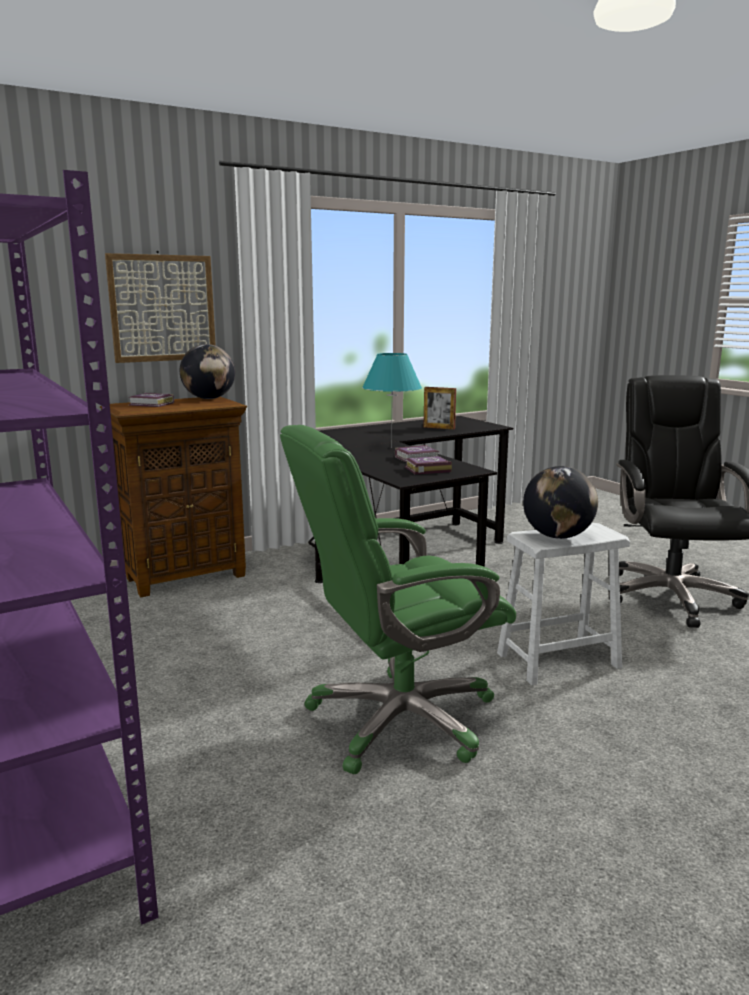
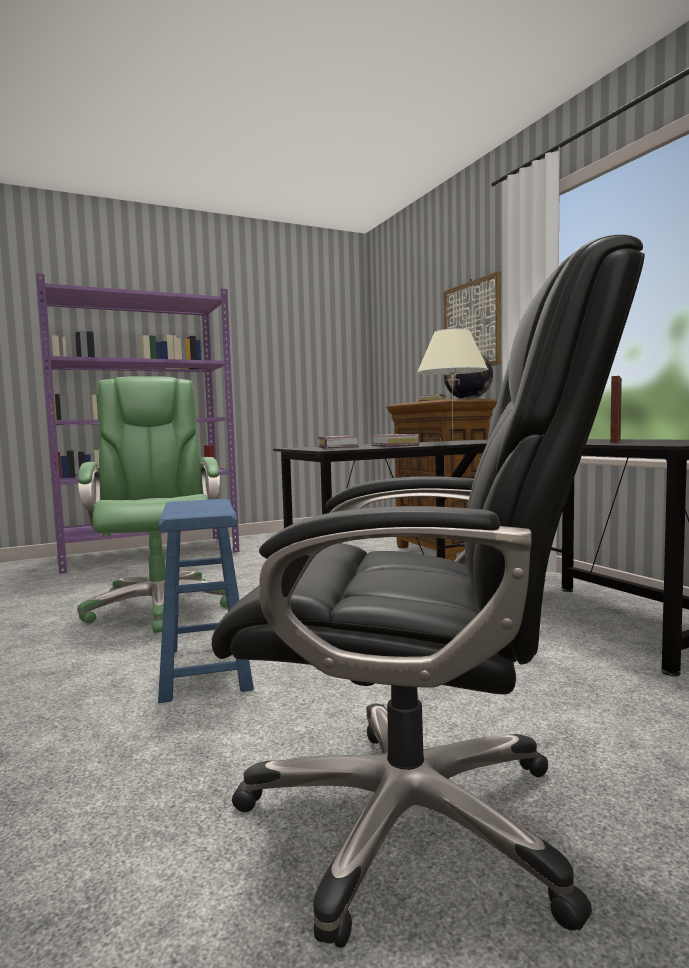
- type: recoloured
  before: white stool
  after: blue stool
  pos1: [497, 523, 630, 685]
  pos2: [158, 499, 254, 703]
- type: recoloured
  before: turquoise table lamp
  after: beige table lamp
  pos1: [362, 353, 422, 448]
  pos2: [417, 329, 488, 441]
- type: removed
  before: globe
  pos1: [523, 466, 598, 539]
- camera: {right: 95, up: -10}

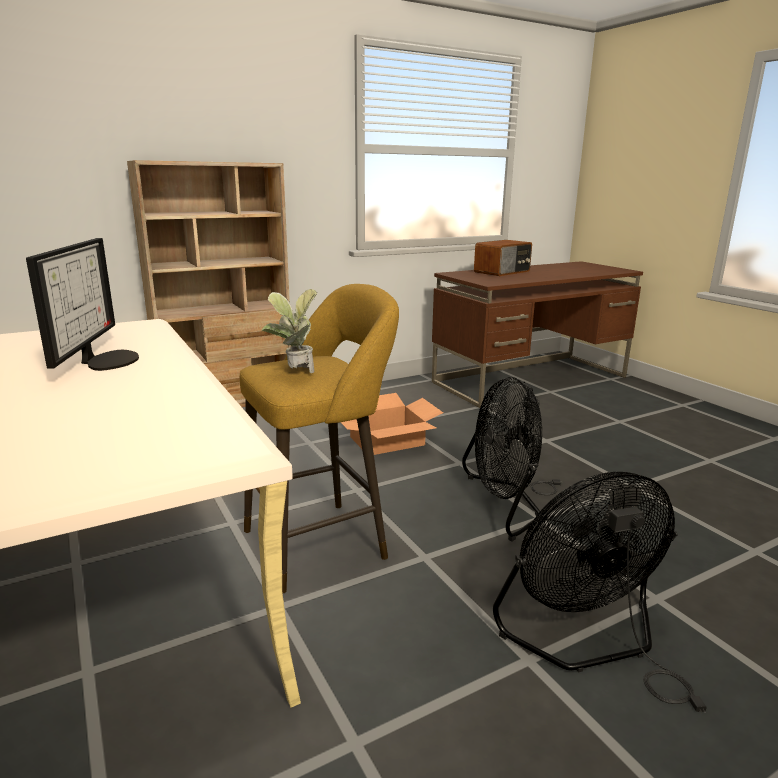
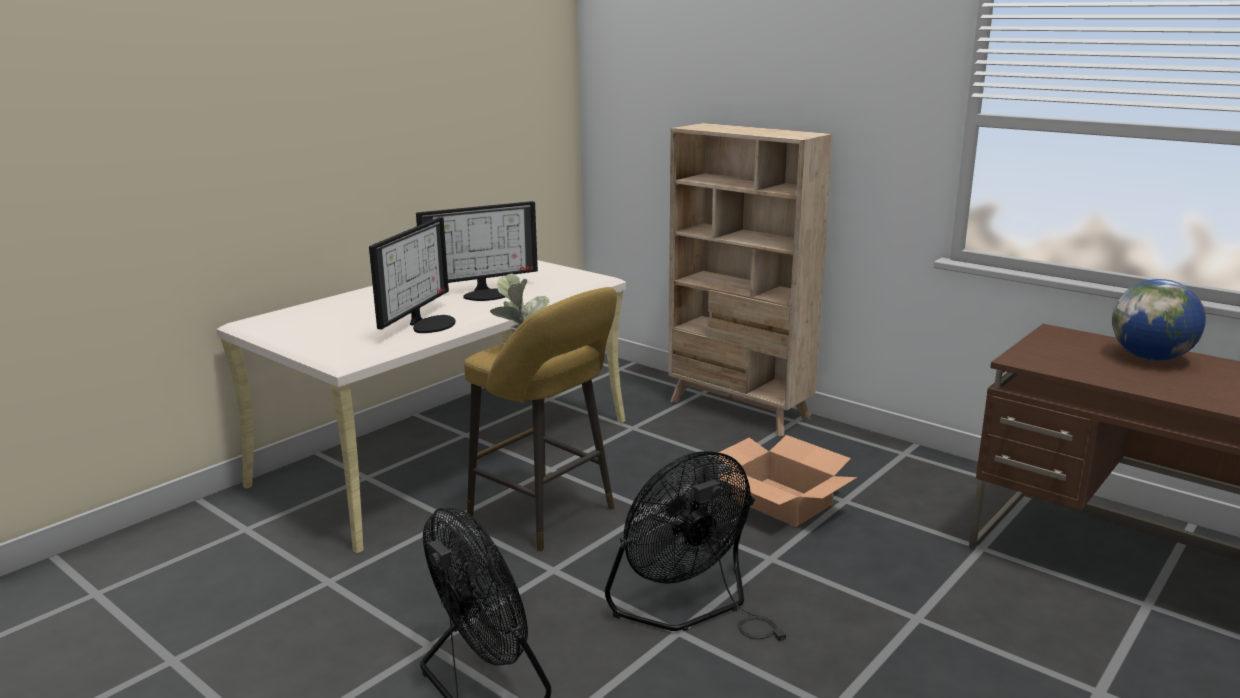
- type: added
  after: monitor
  pos2: [369, 217, 455, 333]
- type: replaced
  before: radio
  after: globe
  pos1: [474, 240, 532, 276]
  pos2: [1112, 279, 1206, 361]
- camera: {right: 70, up: 0}

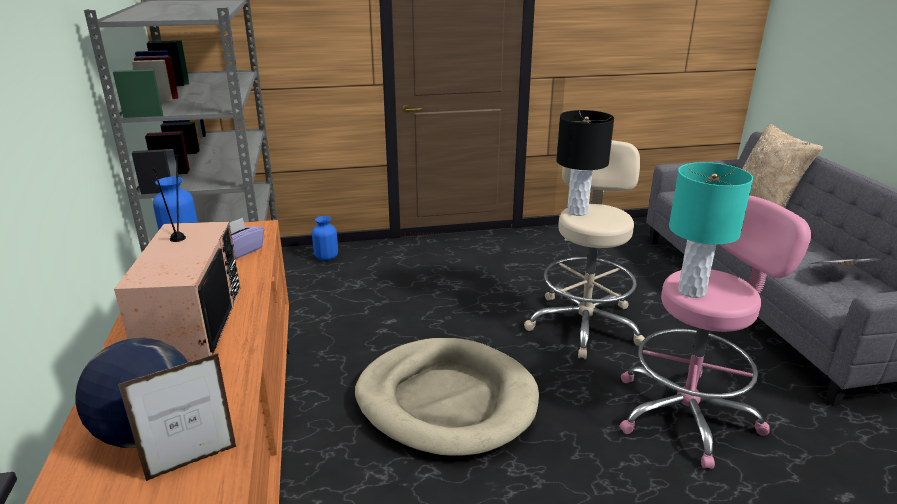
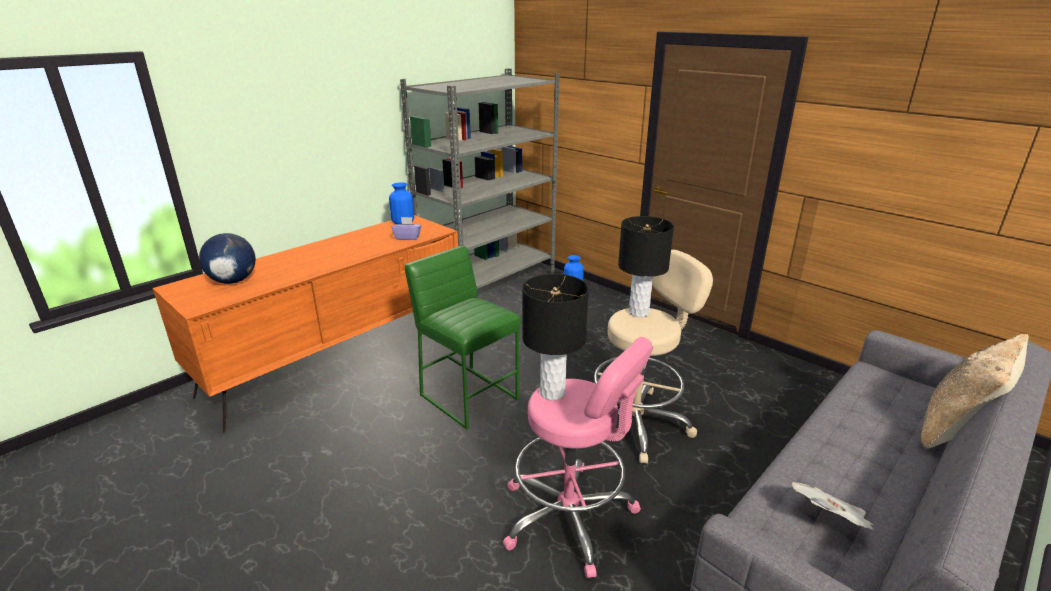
- type: replaced
  before: beige dog bed
  after: green stool
  pos1: [355, 338, 539, 458]
  pos2: [405, 246, 521, 429]
- type: recoloured
  before: turquoise table lamp
  after: black table lamp
  pos1: [669, 162, 753, 298]
  pos2: [522, 274, 589, 400]
- type: removed
  before: television
  pos1: [114, 155, 240, 362]
- type: removed
  before: picture frame
  pos1: [118, 353, 237, 481]
- camera: {right: 55, up: 0}

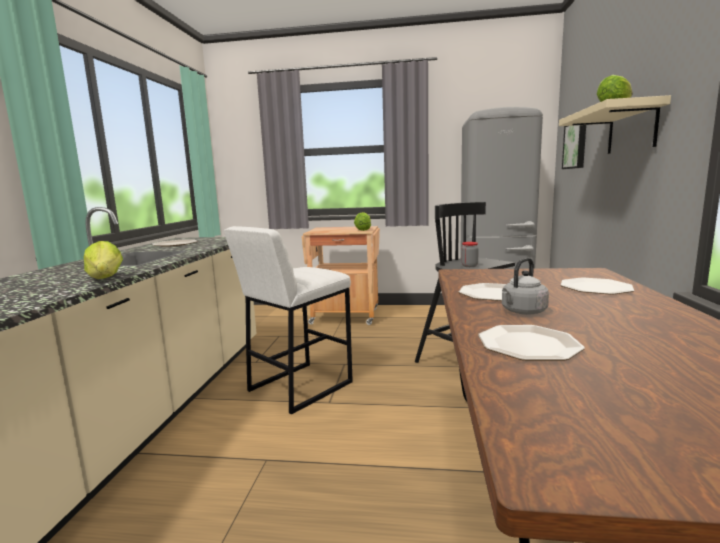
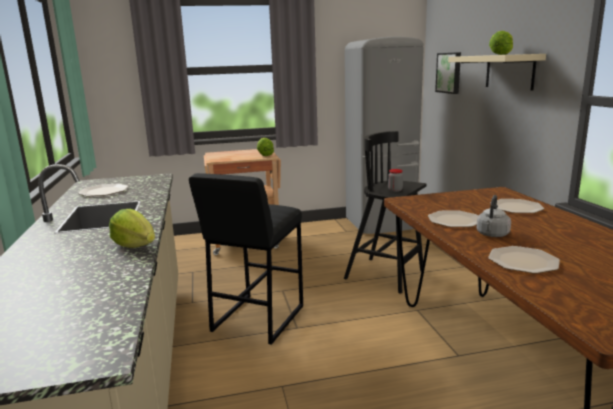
- type: recoloured
  before: white stool
  after: black stool
  pos1: [224, 226, 353, 415]
  pos2: [189, 173, 303, 345]
- camera: {right: -20, up: 5}

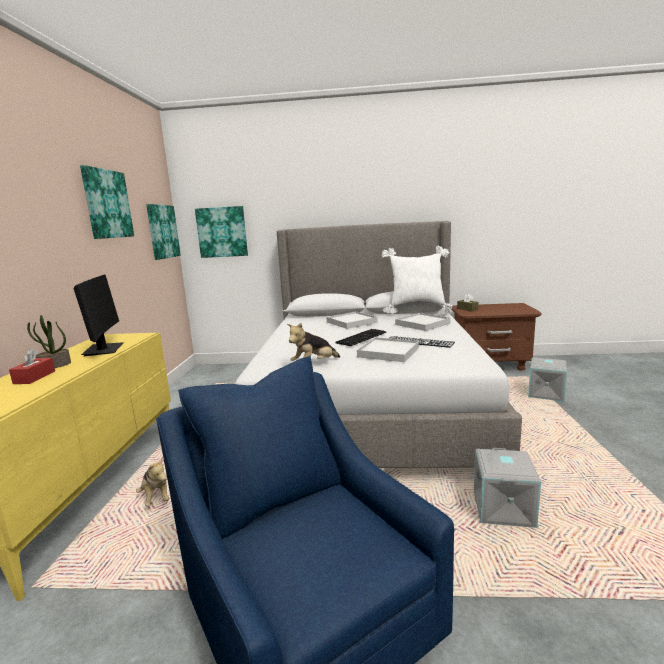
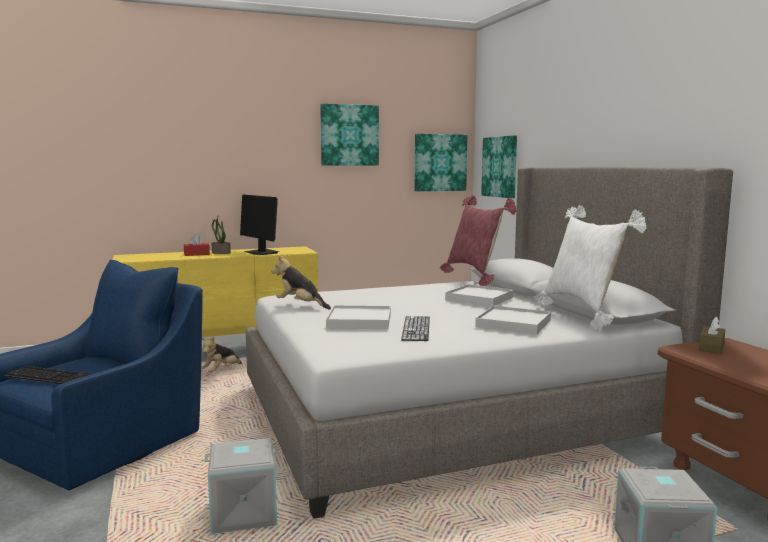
- type: moved
  before: keyboard
  pos1: [336, 329, 386, 346]
  pos2: [4, 366, 91, 384]
- type: turned
  before: monitor
  pos1: [73, 275, 124, 356]
  pos2: [240, 194, 279, 255]
  turn: 90
- type: added
  after: red pillow
  pos2: [440, 196, 517, 286]
- camera: {right: 65, up: -5}

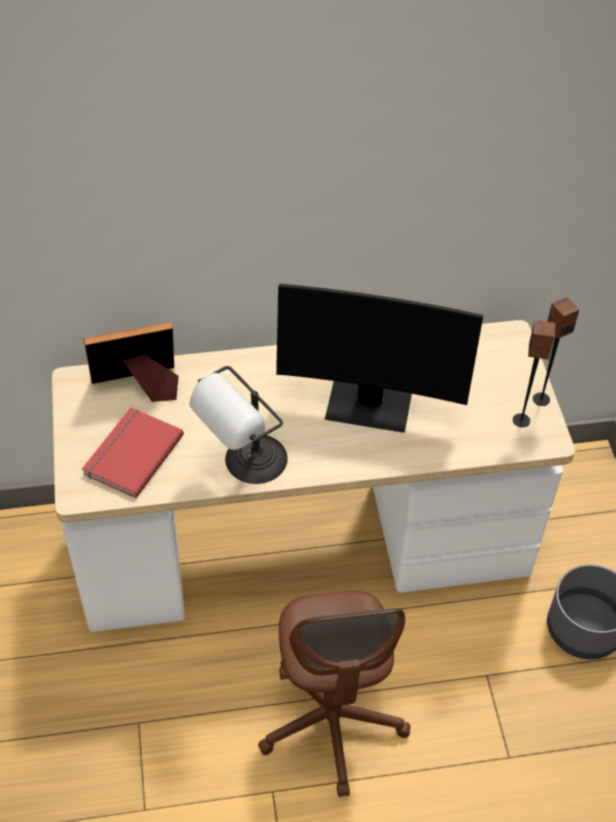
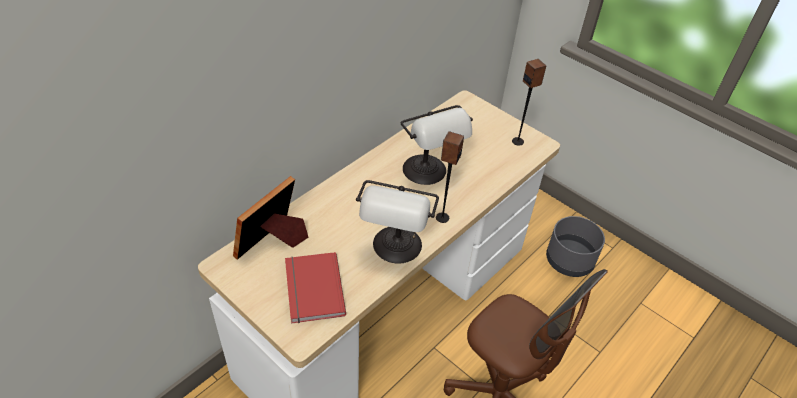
- type: replaced
  before: monitor
  after: table lamp
  pos1: [276, 284, 483, 433]
  pos2: [401, 105, 473, 185]
- type: moved
  before: speaker
  pos1: [533, 297, 579, 406]
  pos2: [436, 131, 464, 223]
- camera: {right: -40, up: -5}

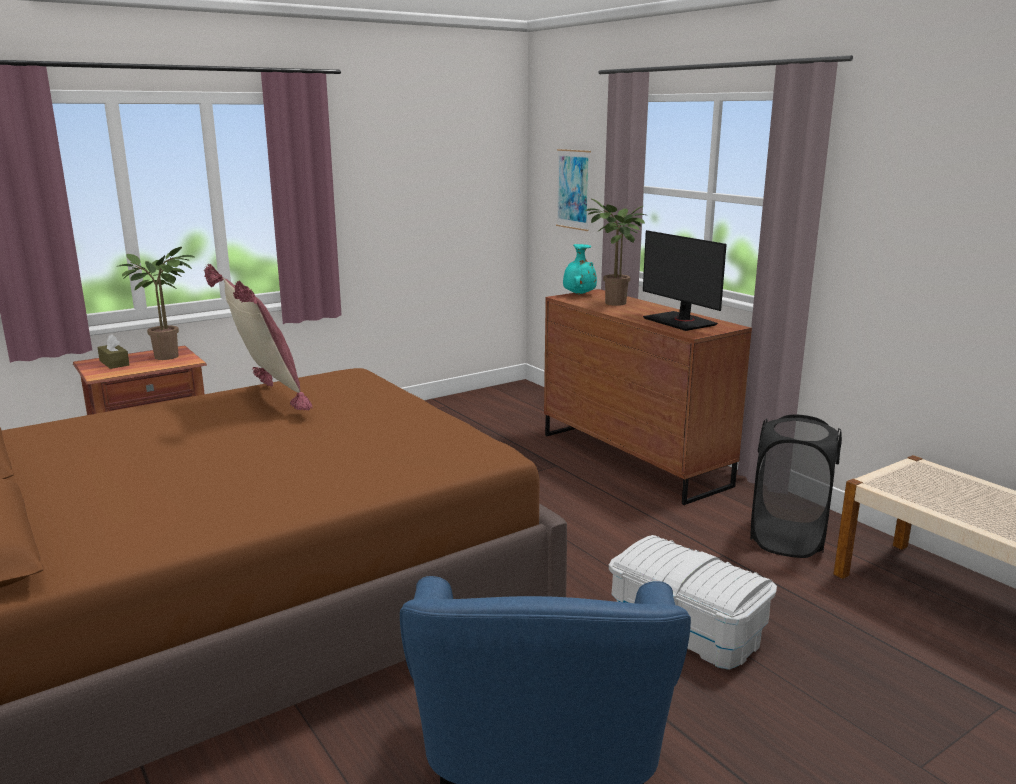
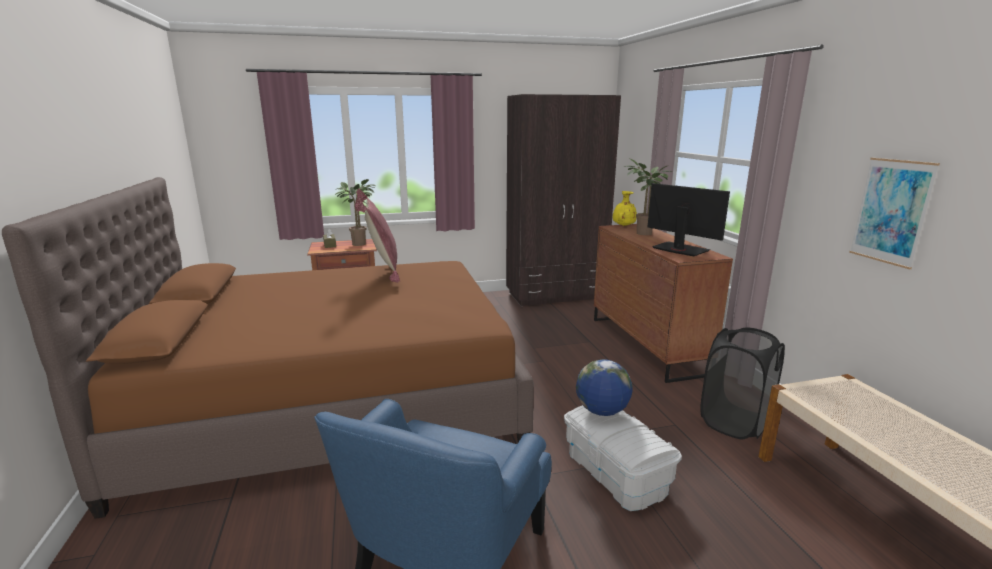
- type: added
  after: brown wardrobe
  pos2: [506, 94, 621, 306]
- type: added
  after: globe
  pos2: [576, 359, 633, 416]
- type: recoloured
  before: turquoise vase
  after: yellow vase
  pos1: [563, 244, 597, 295]
  pos2: [613, 191, 637, 226]
- type: turned
  before: monitor
  pos1: [643, 230, 727, 331]
  pos2: [647, 183, 730, 256]
  turn: 150
- type: moved
  before: picture
  pos1: [556, 149, 591, 231]
  pos2: [849, 158, 940, 269]
- camera: {right: 20, up: 0}

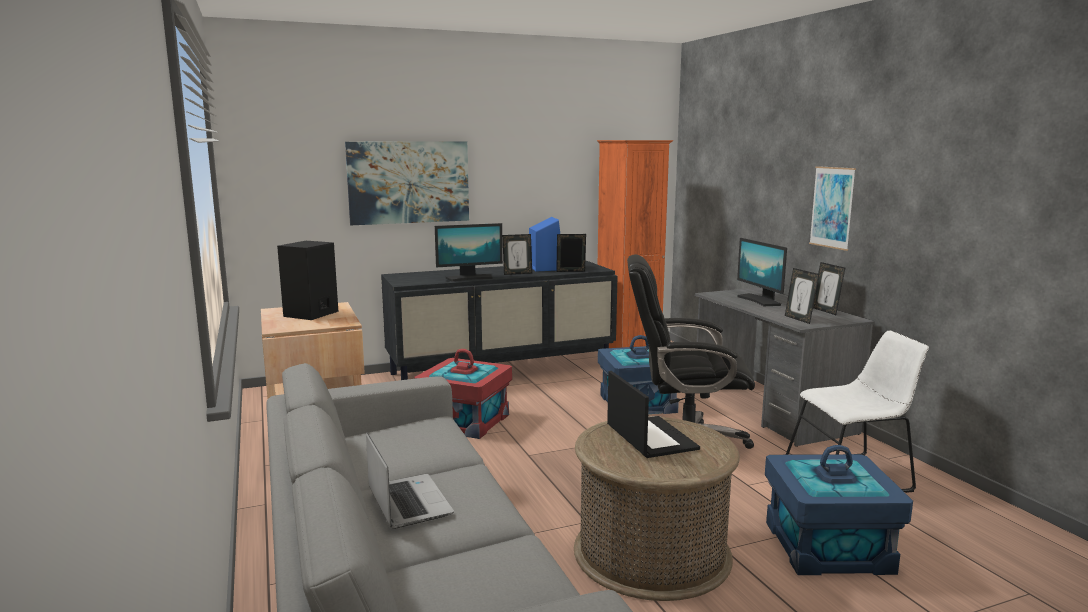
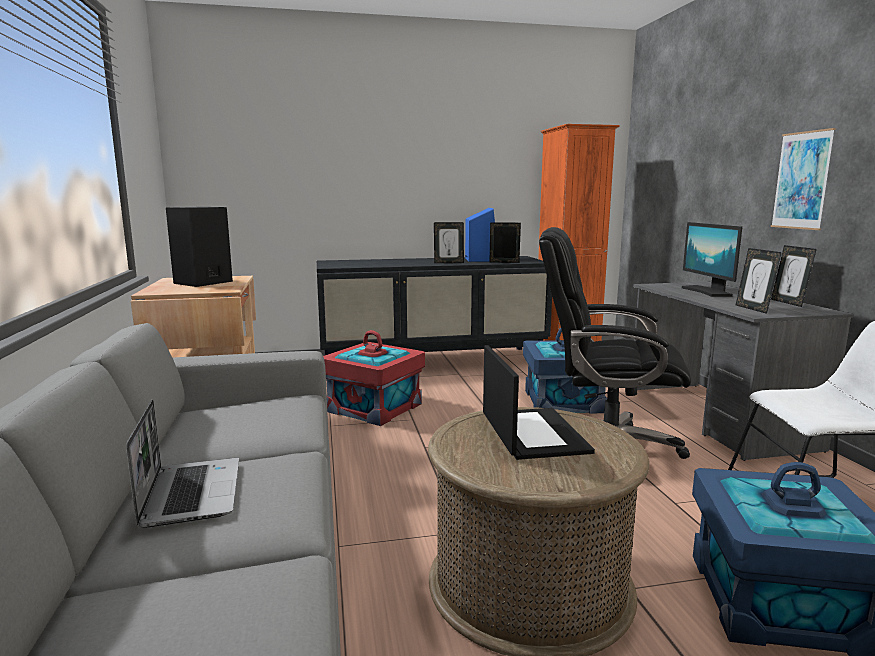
- type: removed
  before: picture
  pos1: [345, 142, 469, 225]
- type: removed
  before: monitor
  pos1: [435, 223, 503, 281]
- camera: {right: 10, up: 0}

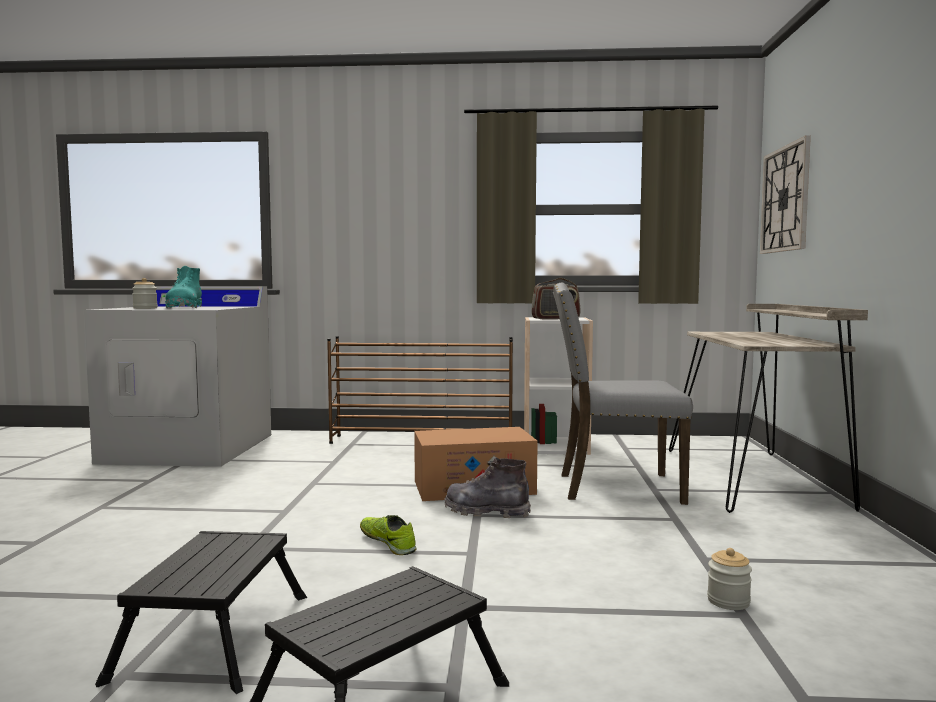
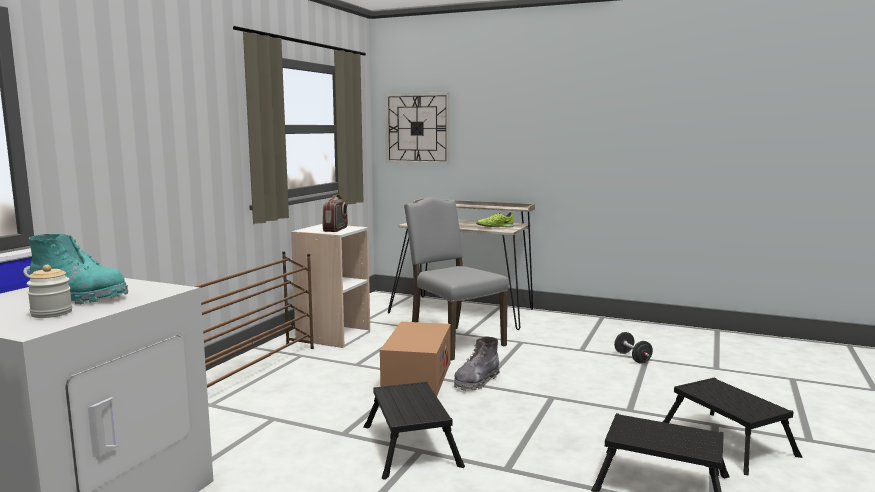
- type: added
  after: black step ladder
  pos2: [364, 382, 465, 480]
- type: turned
  before: grey chair
  pos1: [553, 282, 693, 505]
  pos2: [404, 197, 509, 361]
  turn: 120
- type: moved
  before: shoe
  pos1: [360, 515, 416, 555]
  pos2: [476, 212, 514, 227]
- type: replaced
  before: jar
  after: black dumbbell
  pos1: [707, 548, 752, 610]
  pos2: [614, 332, 653, 364]
- camera: {right: -70, up: 5}

